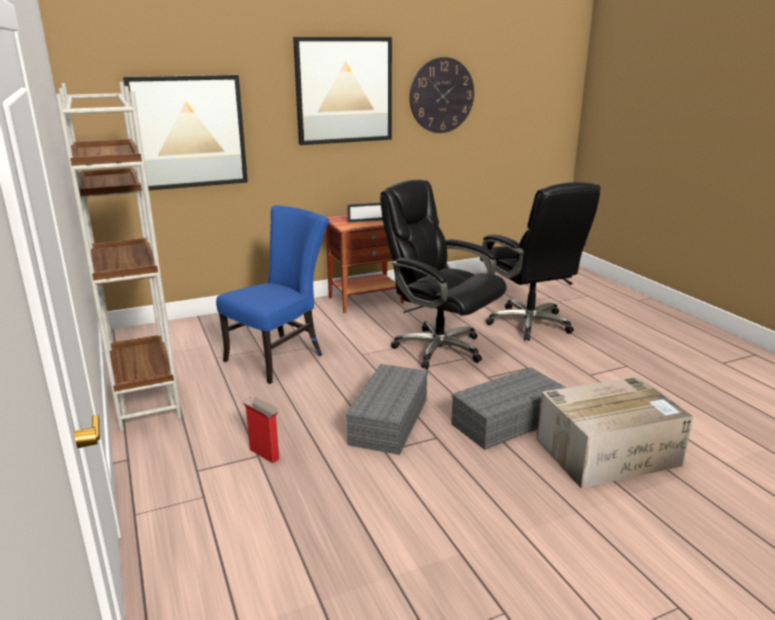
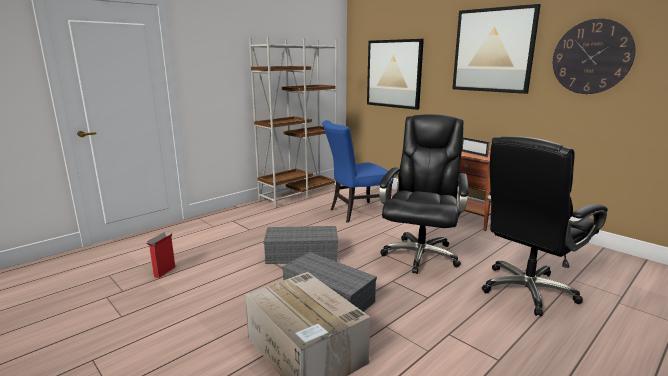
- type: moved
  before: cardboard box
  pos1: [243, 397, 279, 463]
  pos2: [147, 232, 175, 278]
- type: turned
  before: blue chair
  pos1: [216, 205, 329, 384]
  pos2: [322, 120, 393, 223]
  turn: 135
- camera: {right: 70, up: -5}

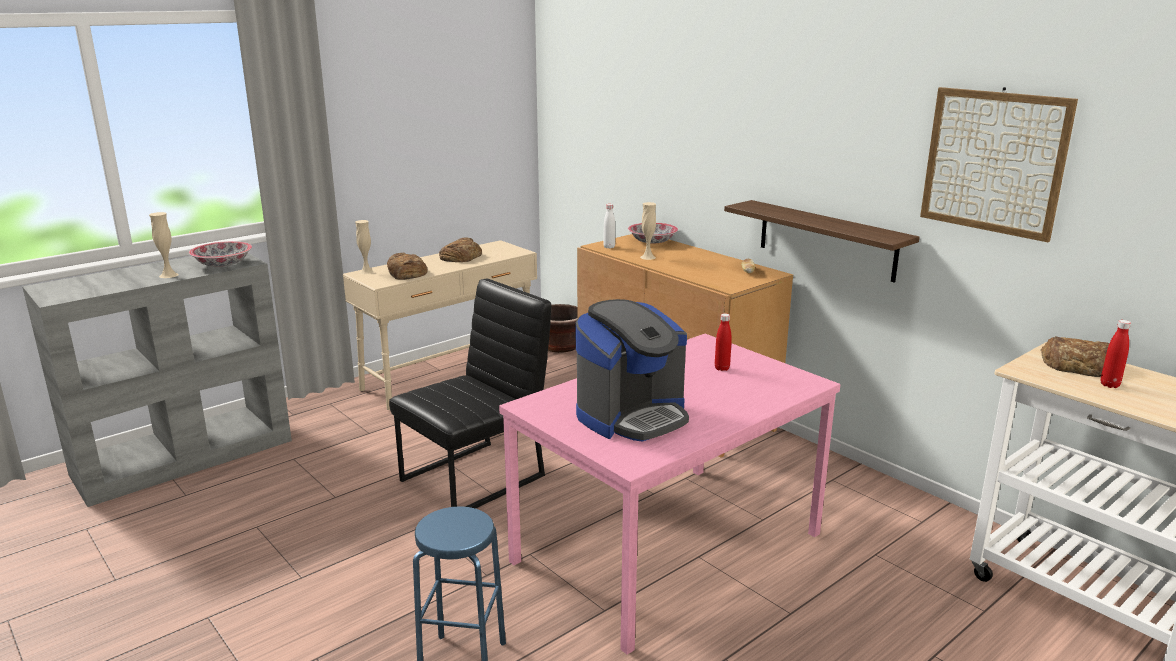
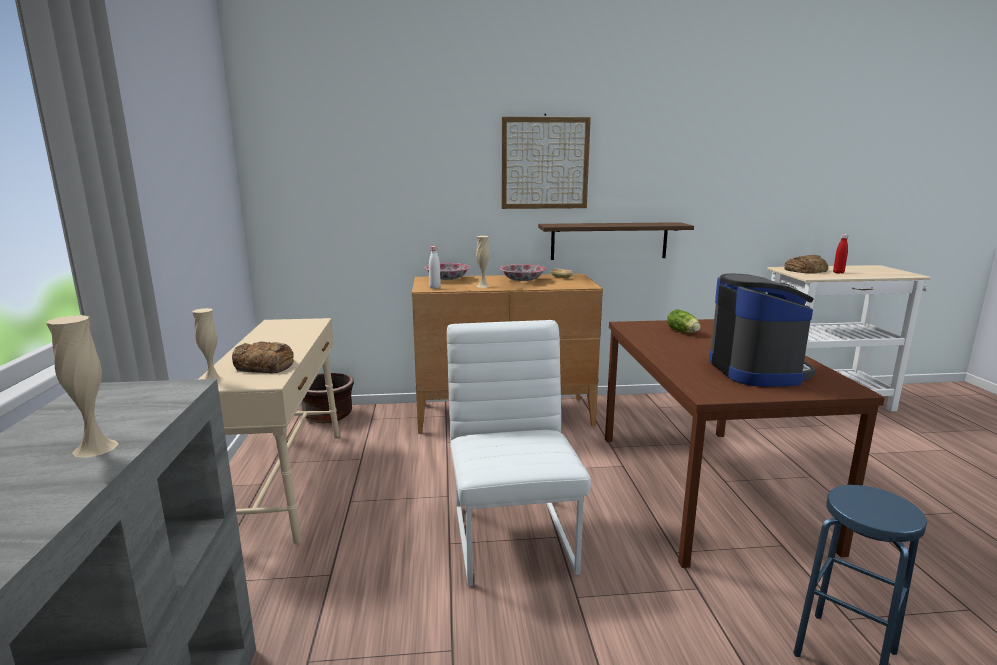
- type: recoloured
  before: black chair
  after: white chair
  pos1: [389, 279, 551, 509]
  pos2: [447, 320, 591, 586]
- type: moved
  before: bowl
  pos1: [189, 241, 252, 267]
  pos2: [500, 264, 546, 281]
- type: moved
  before: picture
  pos1: [920, 87, 1078, 242]
  pos2: [502, 114, 591, 209]
- type: recoloured
  before: pink dining table
  after: brown dining table
  pos1: [499, 334, 841, 655]
  pos2: [605, 319, 885, 568]
- type: replaced
  before: red bottle
  after: lettuce
  pos1: [715, 313, 732, 371]
  pos2: [667, 309, 700, 333]
- type: removed
  before: bread
  pos1: [439, 237, 482, 262]
- camera: {right: -55, up: -5}

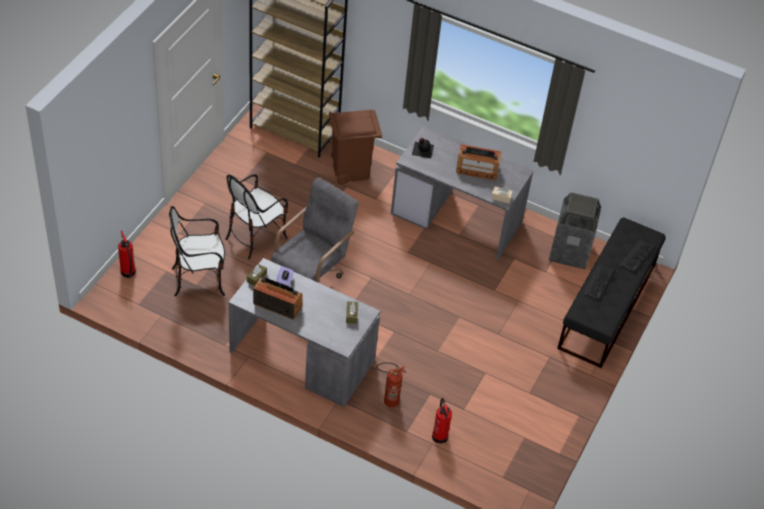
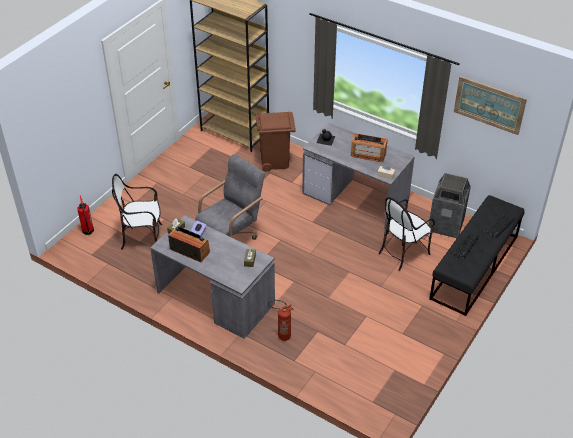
- type: moved
  before: chair
  pos1: [225, 174, 288, 259]
  pos2: [378, 197, 435, 271]
- type: added
  after: picture
  pos2: [454, 76, 527, 135]
- type: removed
  before: fire extinguisher
  pos1: [432, 398, 452, 443]
- camera: {right: 10, up: -5}

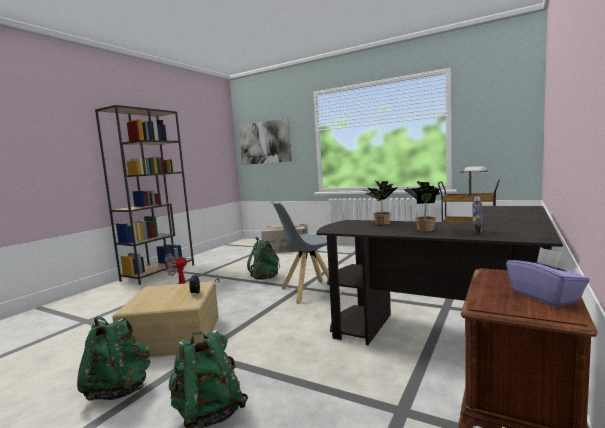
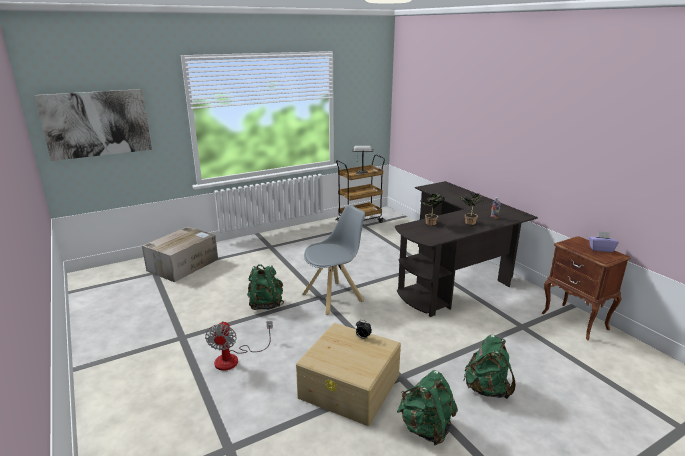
- type: turned
  before: grey chair
  pos1: [270, 201, 342, 304]
  pos2: [302, 205, 365, 315]
  turn: -135
- type: removed
  before: bookcase
  pos1: [95, 105, 194, 285]
- camera: {right: -60, up: 15}

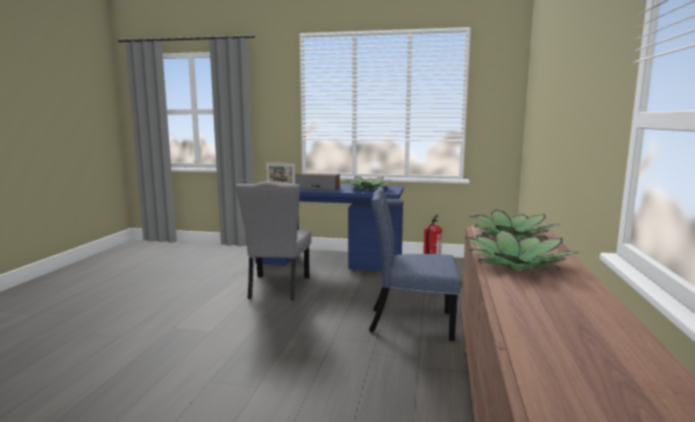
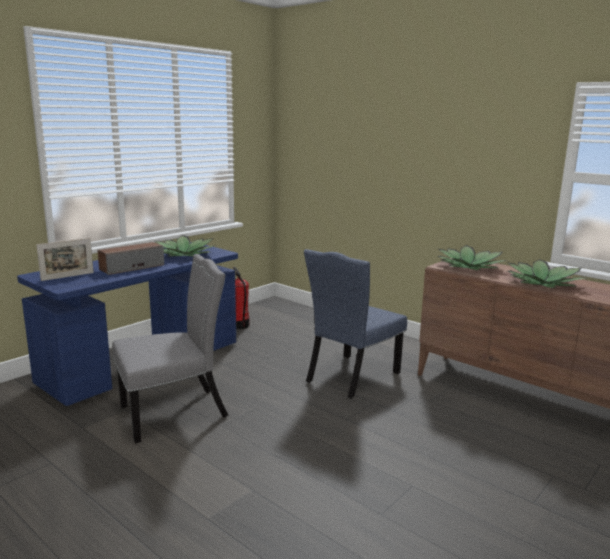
- type: turned
  before: grey chair
  pos1: [236, 182, 311, 300]
  pos2: [112, 254, 229, 443]
  turn: -60
- camera: {right: -60, up: 5}

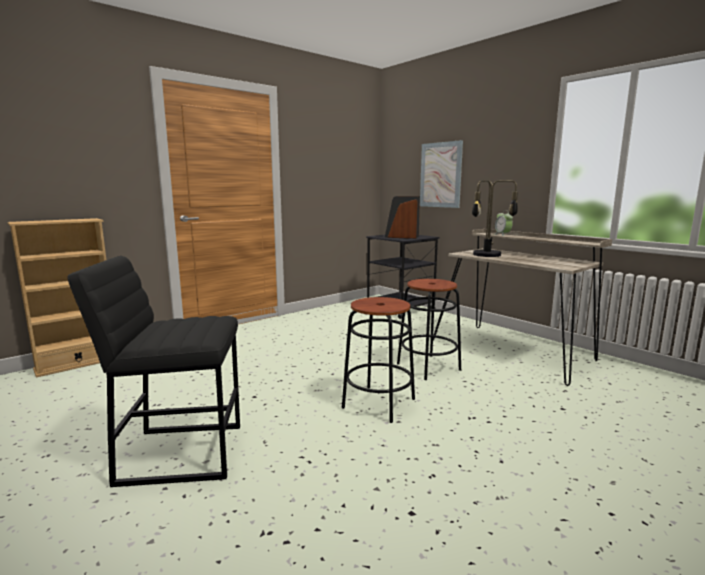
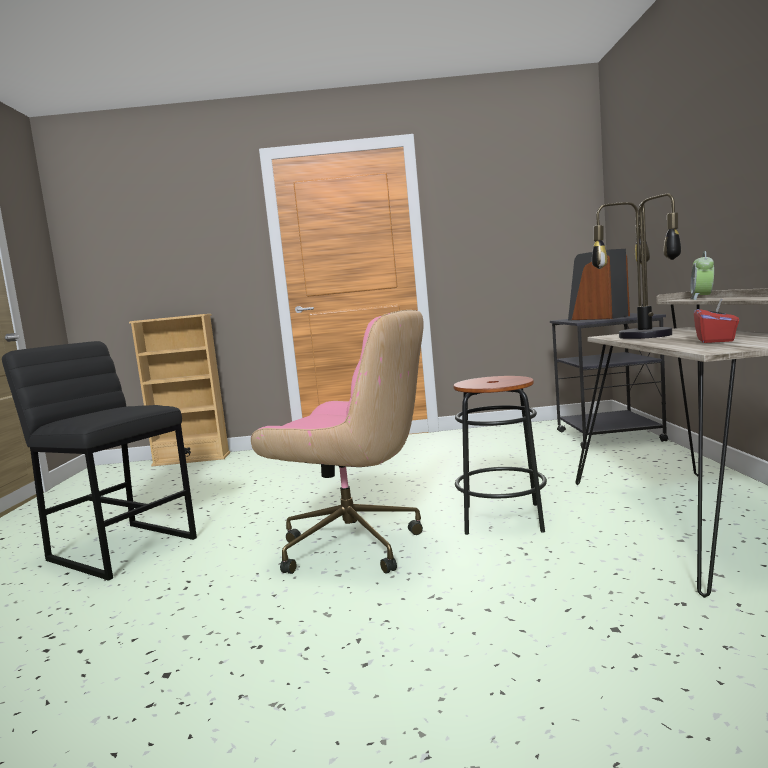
- type: replaced
  before: black stool
  after: pink office chair
  pos1: [342, 297, 415, 423]
  pos2: [251, 310, 424, 574]
- type: added
  after: red tissue box
  pos2: [694, 298, 739, 343]
- type: removed
  before: picture
  pos1: [420, 140, 463, 208]
- camera: {right: 40, up: -5}

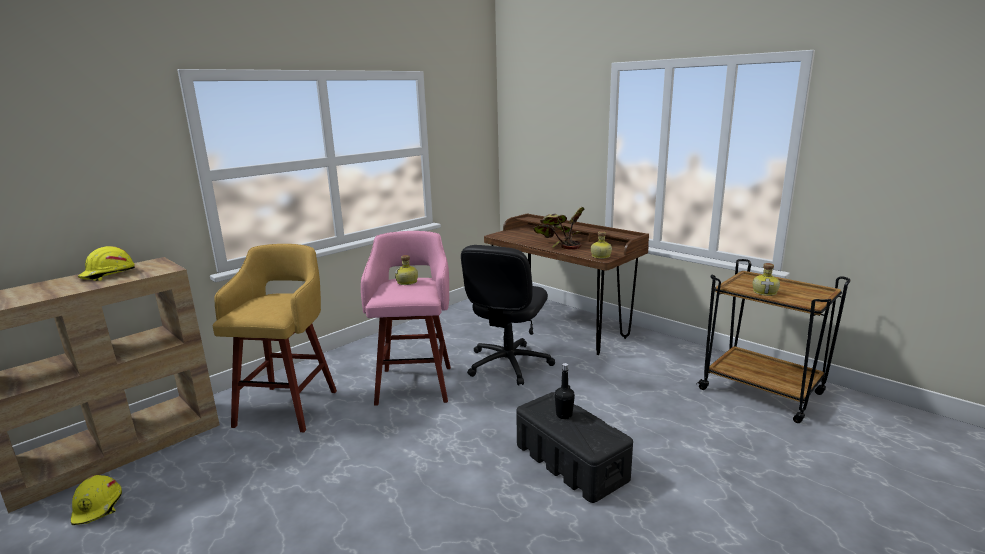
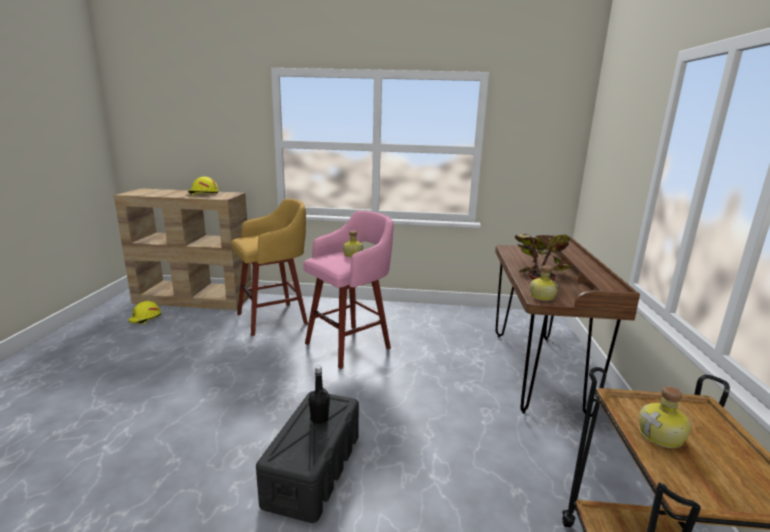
- type: removed
  before: black office chair
  pos1: [461, 245, 555, 386]
- camera: {right: 50, up: 0}

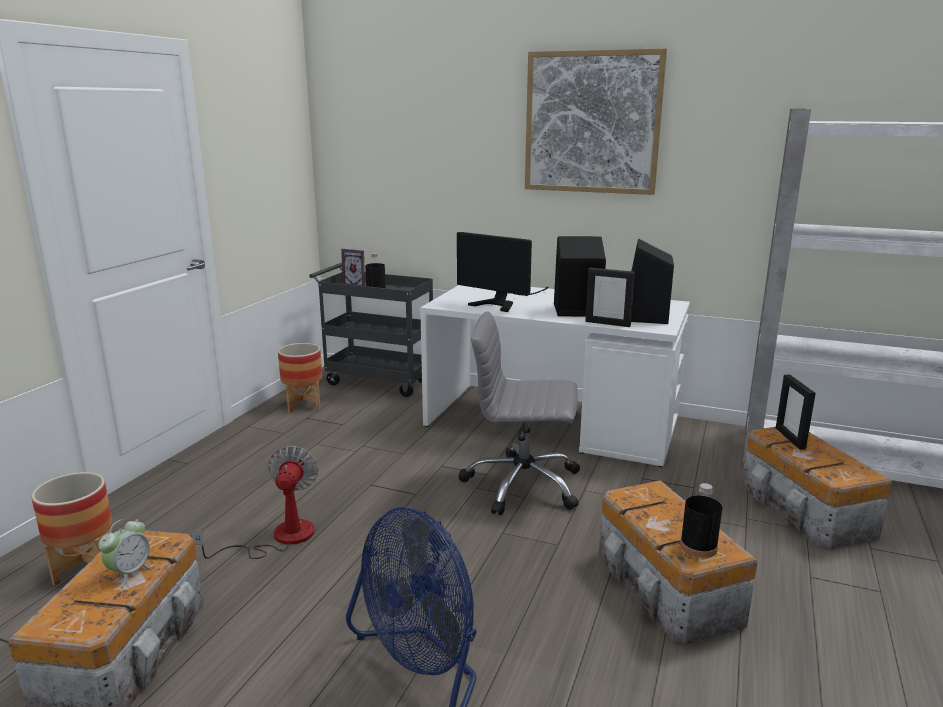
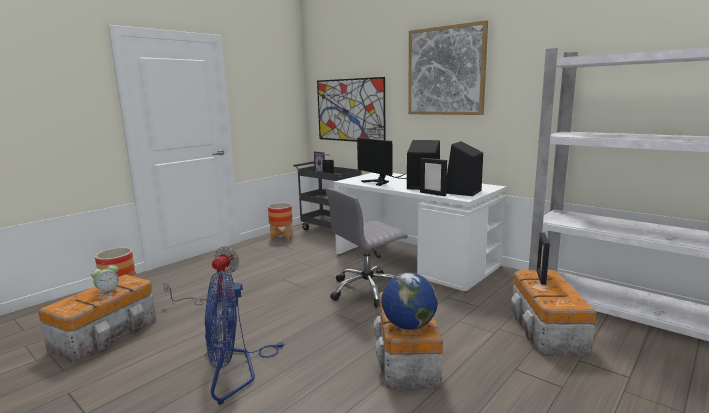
- type: added
  after: picture
  pos2: [317, 77, 386, 142]
- type: turned
  before: grey office chair
  pos1: [458, 311, 580, 515]
  pos2: [325, 188, 408, 308]
  turn: -60
- type: replaced
  before: black bottle
  after: globe
  pos1: [680, 483, 723, 558]
  pos2: [381, 273, 438, 330]
- camera: {right: 20, up: -5}

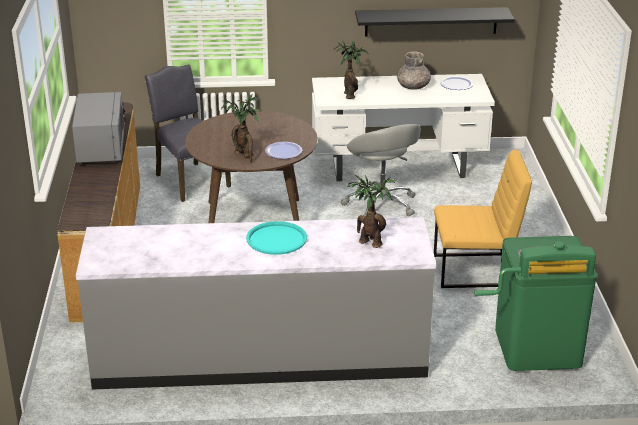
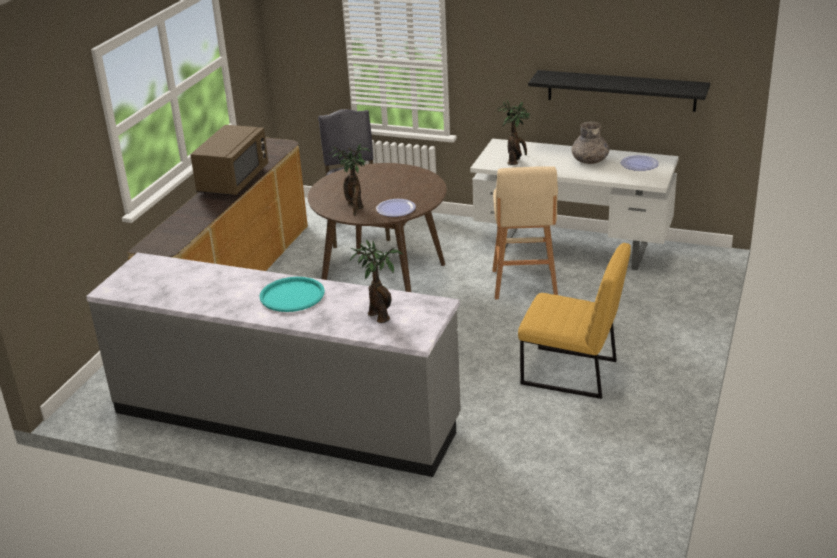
- type: recoloured
  before: grey microwave
  after: brown microwave
  pos1: [72, 92, 126, 164]
  pos2: [190, 125, 268, 195]
- type: replaced
  before: grey office chair
  after: beige stool
  pos1: [341, 124, 421, 217]
  pos2: [492, 166, 558, 299]
- type: removed
  before: green washing machine
  pos1: [474, 236, 598, 371]
- camera: {right: 25, up: 0}

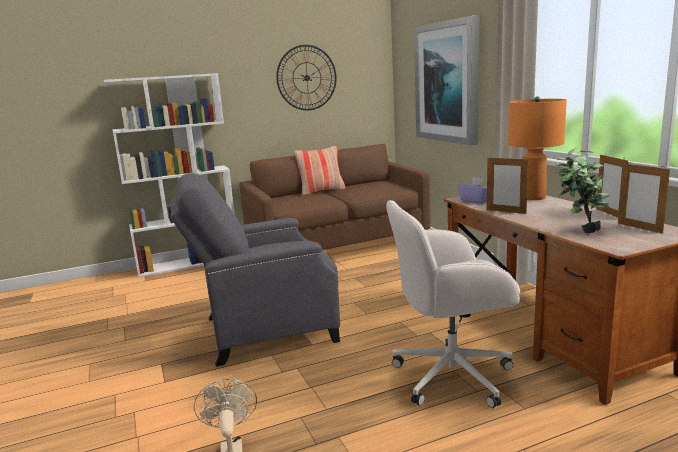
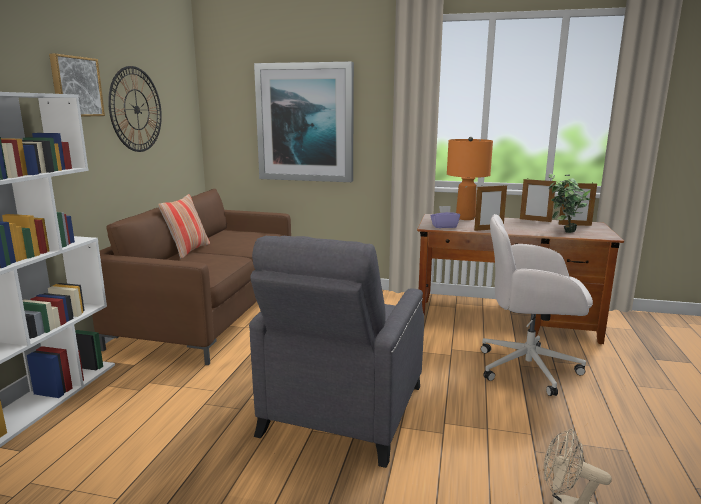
- type: added
  after: picture
  pos2: [49, 54, 105, 117]
- type: turned
  before: white office chair
  pos1: [386, 200, 520, 408]
  pos2: [481, 214, 593, 396]
  turn: 75
- camera: {right: -55, up: 0}

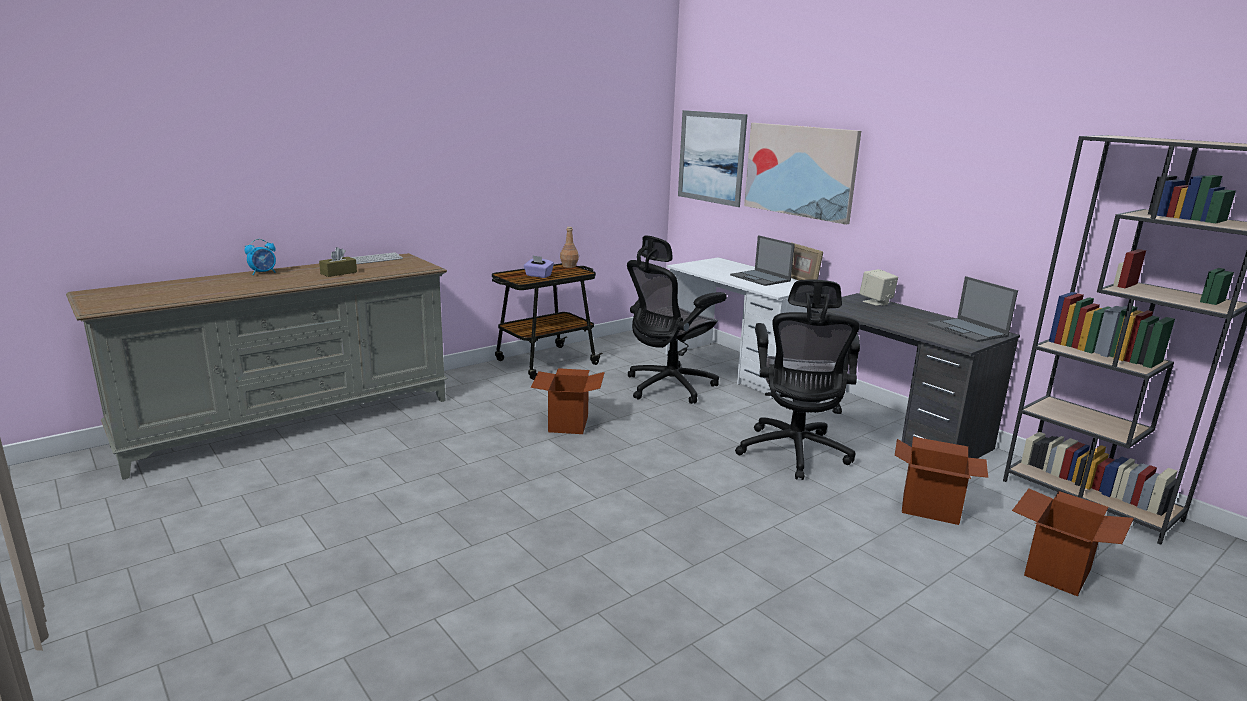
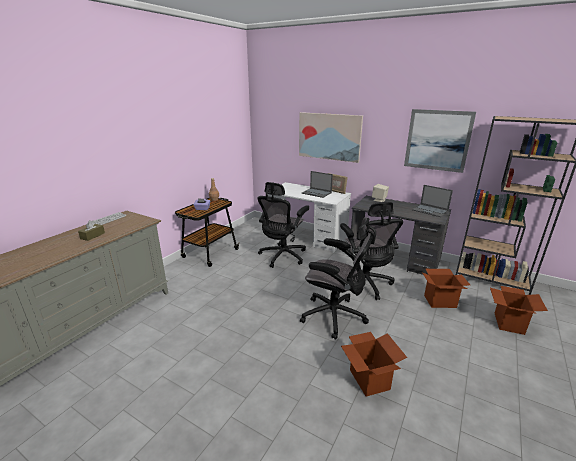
- type: added
  after: office chair
  pos2: [300, 217, 376, 340]
- type: moved
  before: cardboard box
  pos1: [531, 368, 605, 434]
  pos2: [341, 332, 407, 397]
- type: moved
  before: picture
  pos1: [678, 110, 748, 207]
  pos2: [404, 109, 476, 173]
- type: removed
  before: alarm clock
  pos1: [244, 239, 276, 276]
- camera: {right: -20, up: 5}

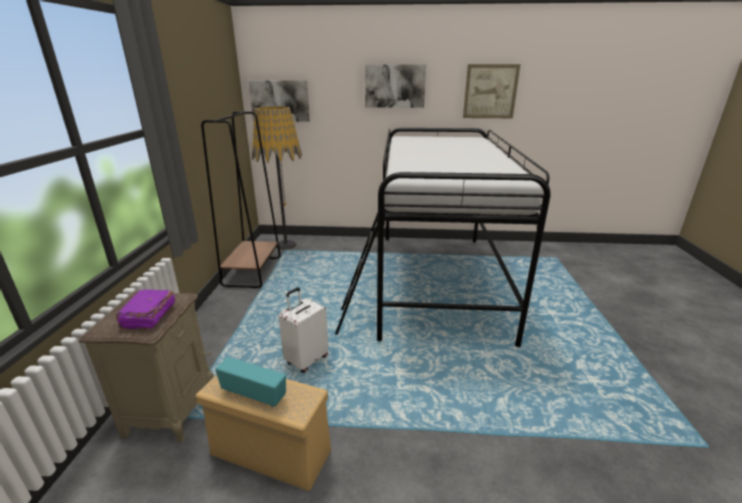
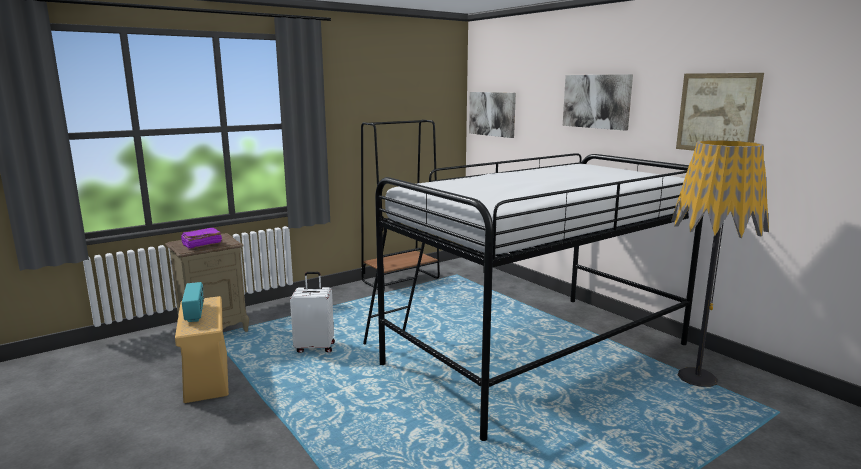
- type: moved
  before: floor lamp
  pos1: [252, 106, 302, 250]
  pos2: [671, 140, 769, 387]
- camera: {right: 50, up: -10}

